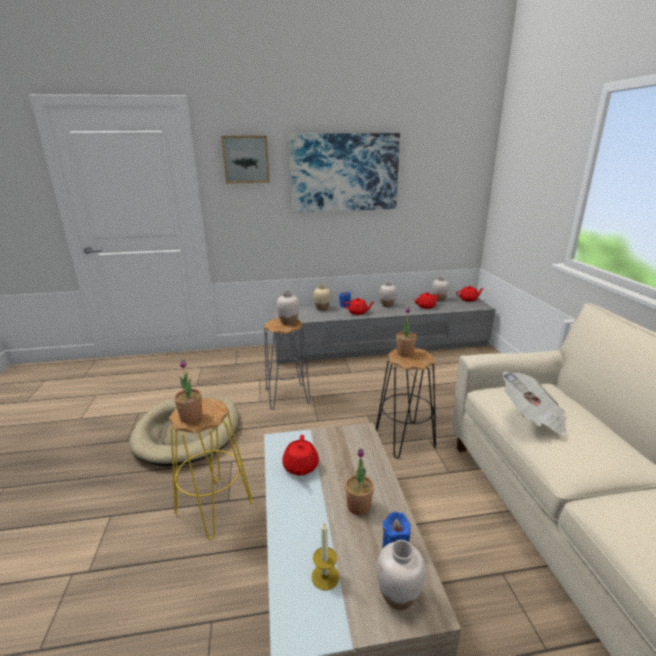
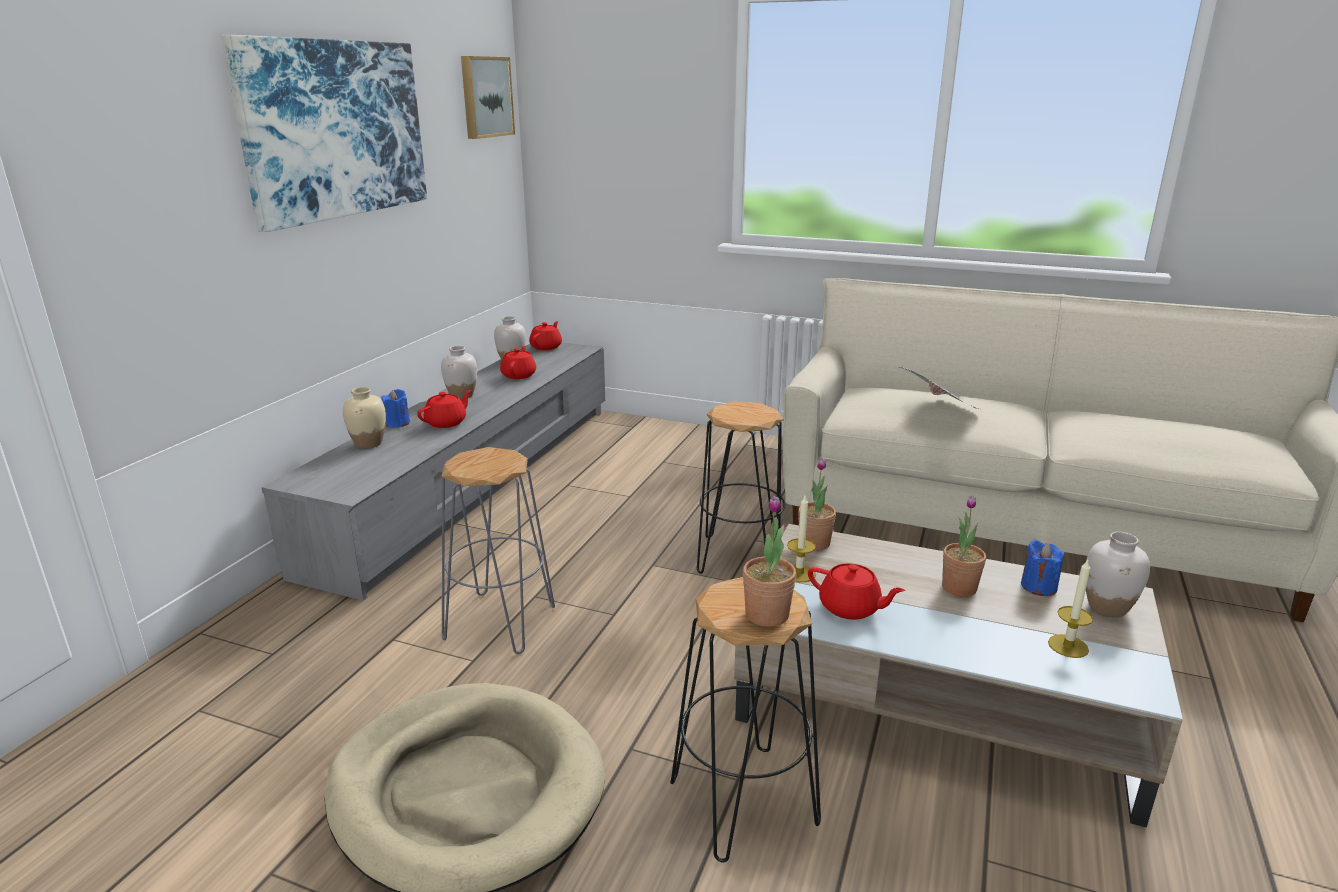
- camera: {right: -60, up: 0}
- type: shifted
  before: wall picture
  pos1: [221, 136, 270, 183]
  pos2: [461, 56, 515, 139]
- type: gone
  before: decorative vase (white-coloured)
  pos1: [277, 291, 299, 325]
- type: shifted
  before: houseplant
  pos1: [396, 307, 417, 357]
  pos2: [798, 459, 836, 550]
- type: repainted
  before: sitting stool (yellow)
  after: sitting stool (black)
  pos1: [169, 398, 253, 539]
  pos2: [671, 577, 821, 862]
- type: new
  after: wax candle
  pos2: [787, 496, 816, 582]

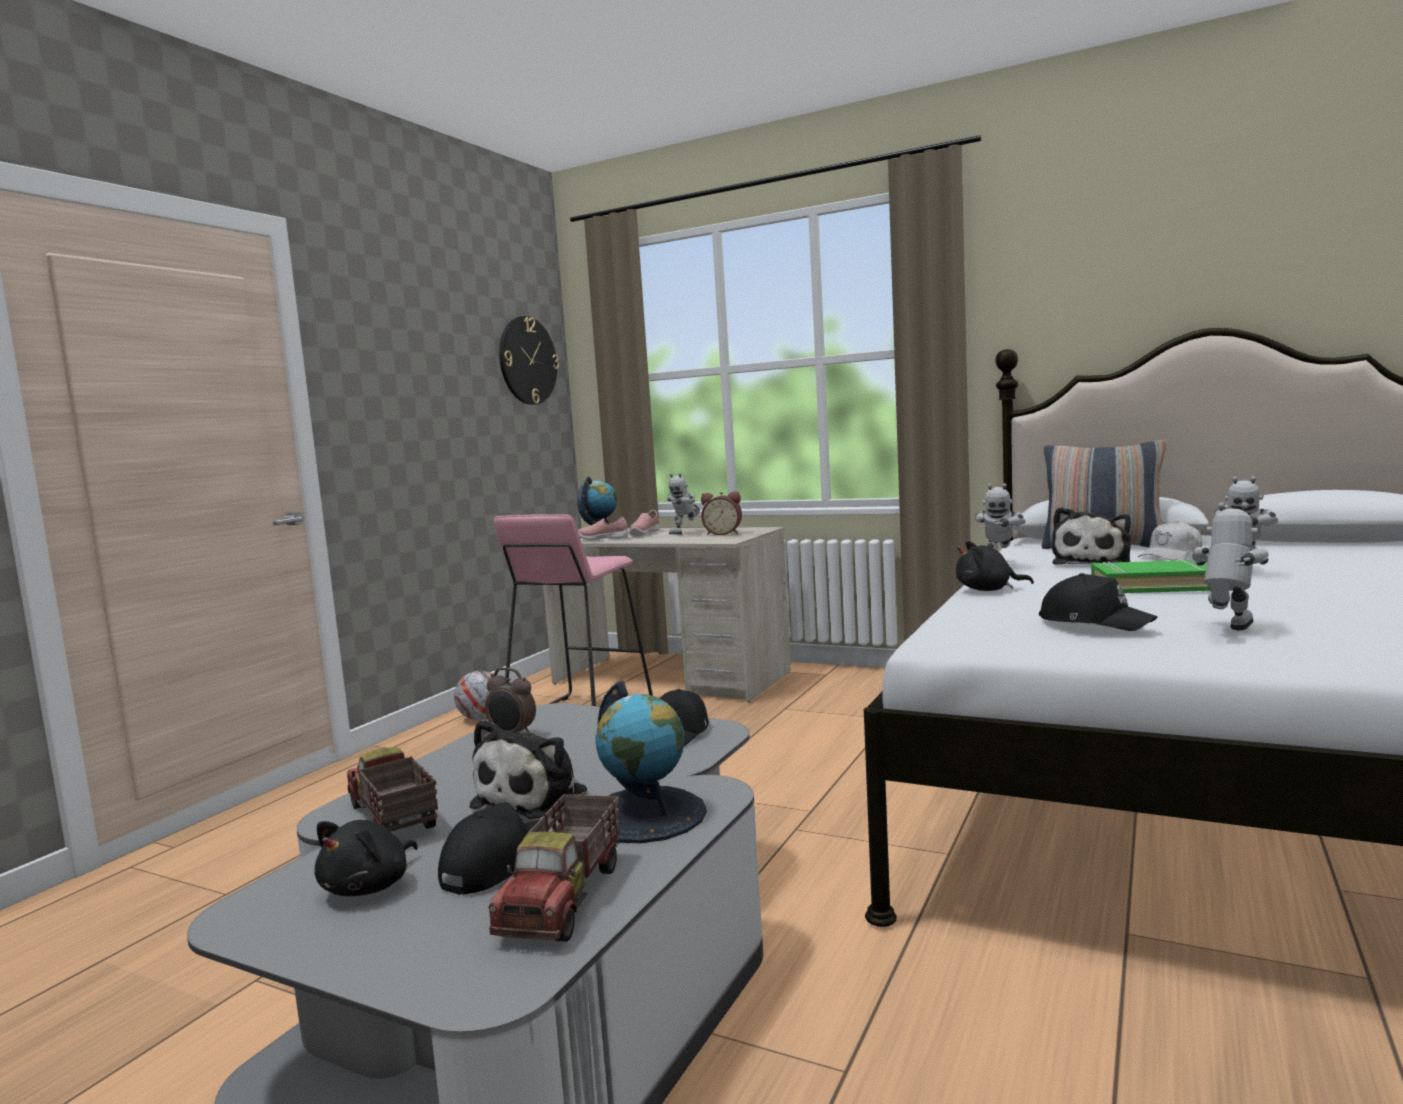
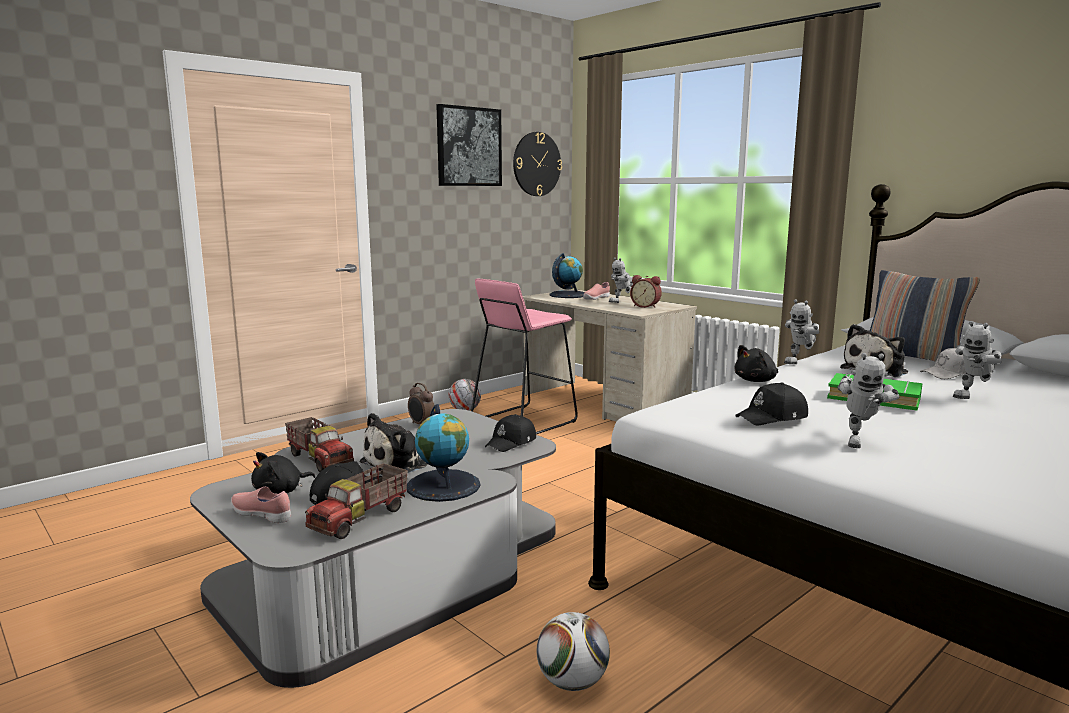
- camera: {right: 20, up: 5}
- type: rotated
  before: model robot
  pos1: [1189, 502, 1269, 630]
  pos2: [837, 353, 899, 448]
  turn: 135
- type: shifted
  before: item of footwear (pink)
  pos1: [578, 517, 628, 540]
  pos2: [231, 487, 291, 523]
- type: rotated
  before: plush toy (black)
  pos1: [956, 541, 1034, 591]
  pos2: [734, 345, 778, 382]
  turn: -60
- type: rotated
  before: baseball cap (black)
  pos1: [1039, 573, 1158, 631]
  pos2: [735, 382, 808, 426]
  turn: 90
- type: rotated
  before: toy truck
  pos1: [347, 747, 438, 832]
  pos2: [285, 417, 354, 472]
  turn: 150
- type: new
  after: wall picture
  pos2: [436, 104, 502, 186]
- type: new
  after: football
  pos2: [537, 612, 610, 691]

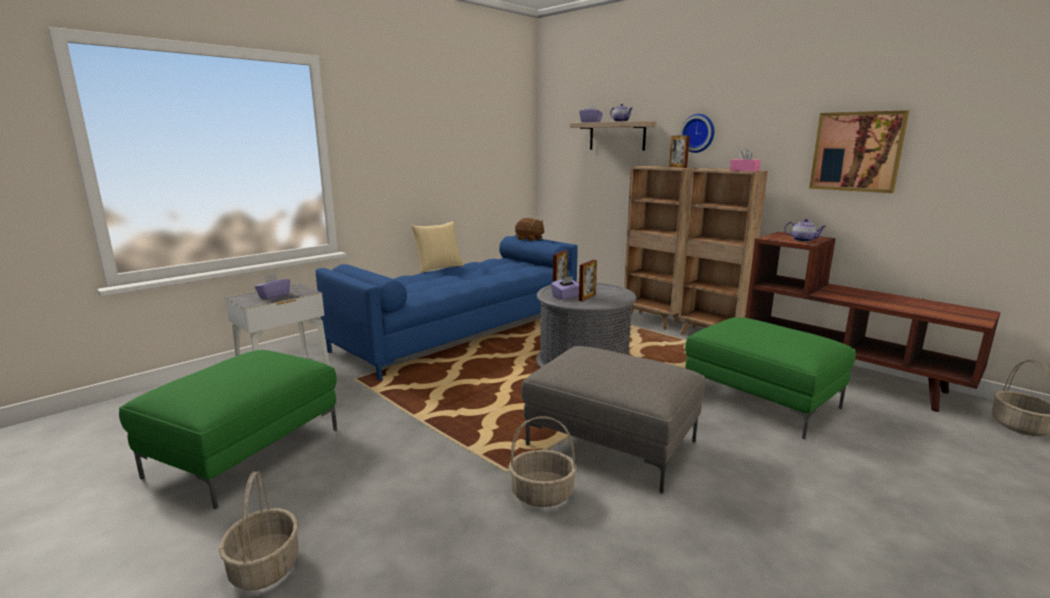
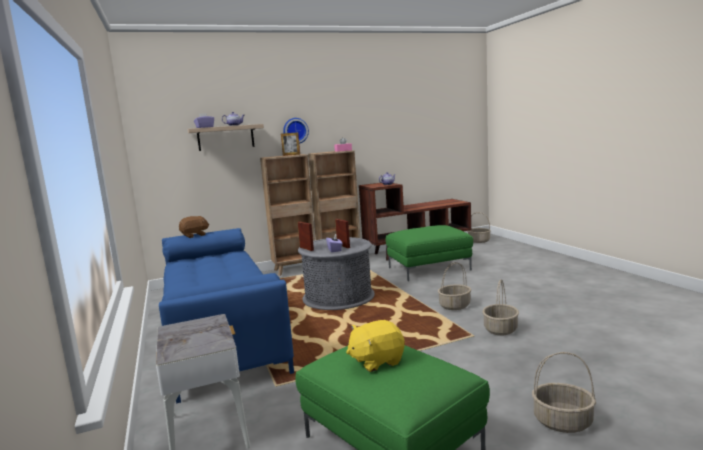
- camera: {right: -65, up: -5}
- type: gone
  before: wall picture
  pos1: [809, 110, 909, 193]
- type: gone
  before: pillow
  pos1: [412, 221, 464, 273]
- type: gone
  before: tissue holder (purple)
  pos1: [255, 273, 290, 299]
- type: swapped
  before: footrest (gray)
  after: basket
  pos1: [521, 346, 706, 493]
  pos2: [438, 262, 471, 310]
- type: new
  after: plush toy (yellow)
  pos2: [346, 320, 405, 372]

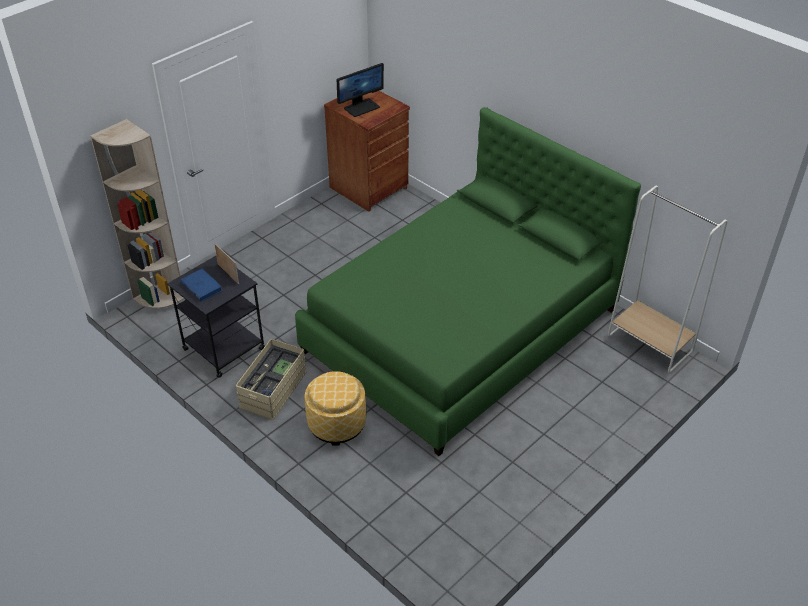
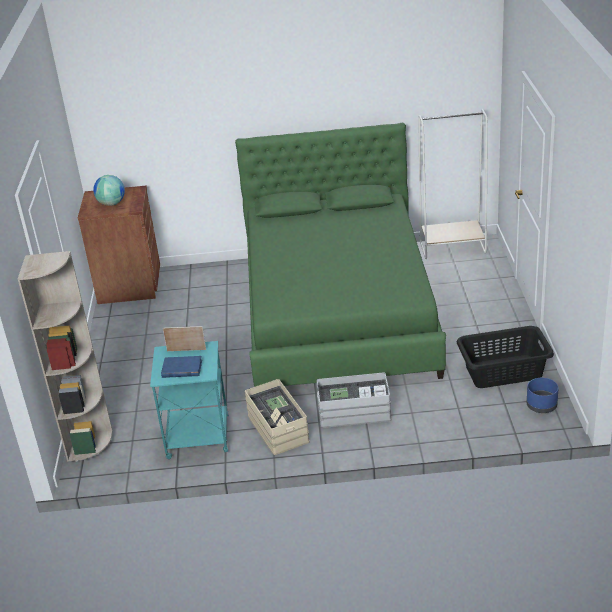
- camera: {right: -45, up: -10}
- type: swapped
  before: monitor
  after: globe
  pos1: [337, 63, 384, 117]
  pos2: [93, 175, 125, 206]
- type: repainted
  before: trolley (black)
  after: trolley (turquoise)
  pos1: [167, 256, 265, 378]
  pos2: [150, 341, 229, 459]
- type: swapped
  before: footrest
  after: storage container (gray)
  pos1: [305, 371, 366, 446]
  pos2: [317, 372, 392, 428]
- type: new
  after: laundry basket (black)
  pos2: [457, 326, 554, 388]
- type: new
  after: planter (blue)
  pos2: [527, 378, 559, 413]

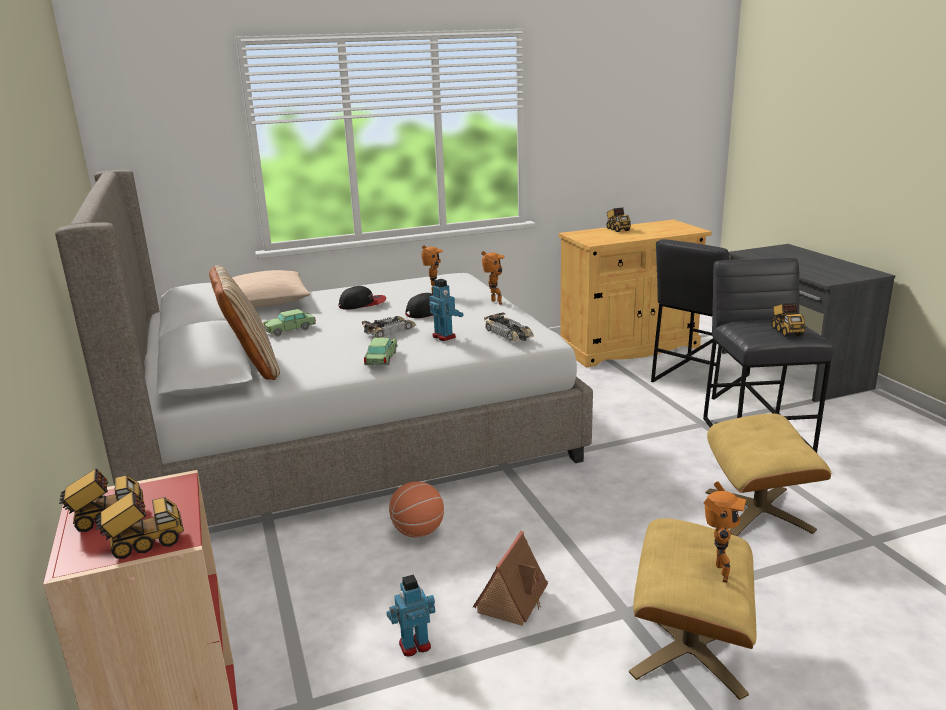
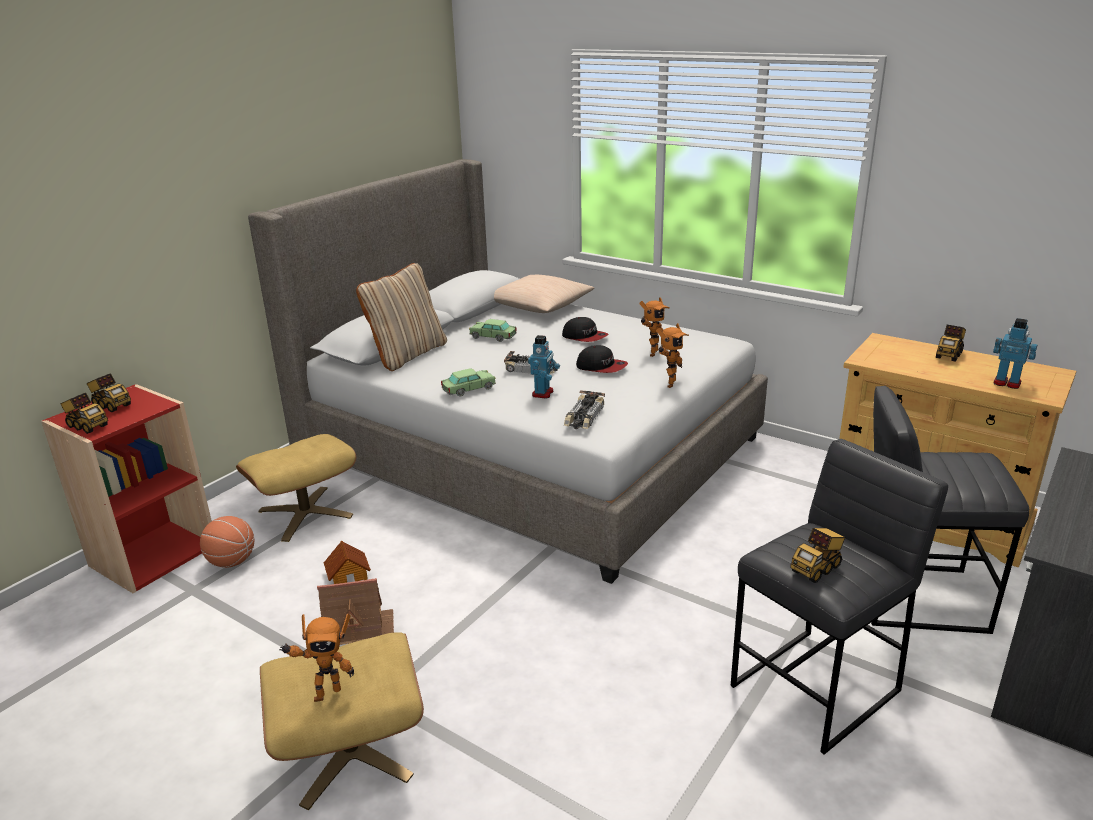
- camera: {right: 55, up: 5}
- type: shifted
  before: footrest (sand-coloured)
  pos1: [706, 413, 831, 537]
  pos2: [236, 434, 356, 542]
- type: shifted
  before: basketball ball
  pos1: [389, 481, 444, 537]
  pos2: [200, 516, 254, 568]
- type: shifted
  before: model robot
  pos1: [386, 574, 435, 657]
  pos2: [993, 318, 1037, 389]
- type: new
  after: miniature house
  pos2: [324, 541, 371, 584]

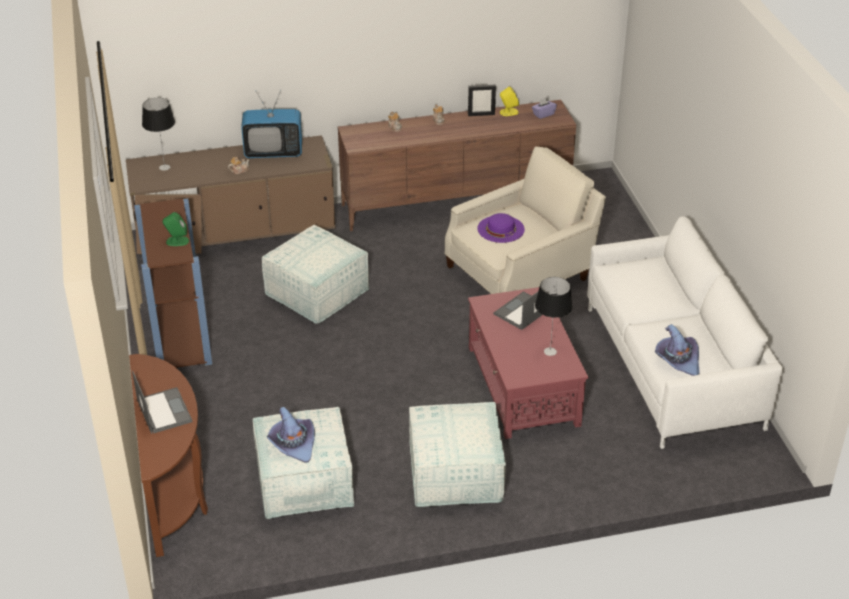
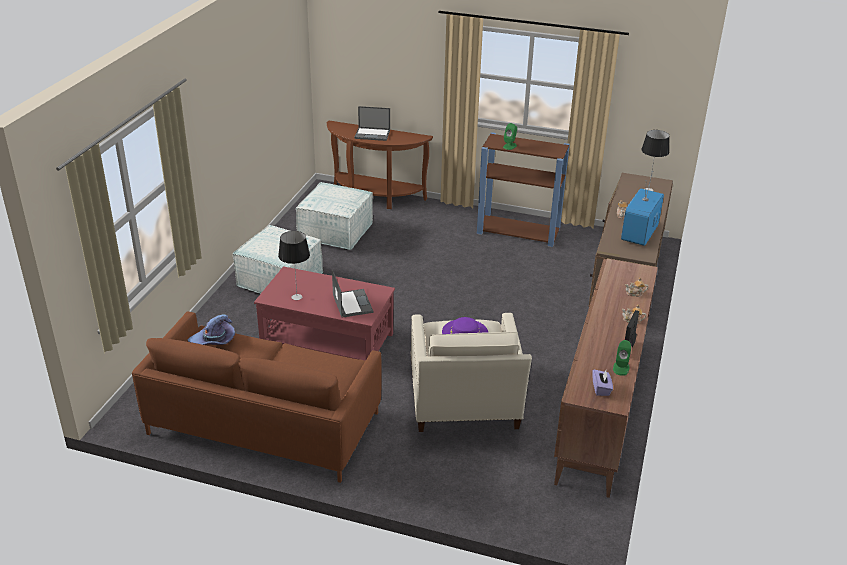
- camera: {right: 120, up: -5}
- type: repainted
  before: loudspeaker (yellow)
  after: loudspeaker (greenish)
  pos1: [500, 86, 519, 116]
  pos2: [613, 340, 631, 376]
- type: repainted
  before: settee (white-coloured)
  after: settee (brownish)
  pos1: [587, 216, 783, 449]
  pos2: [132, 312, 381, 483]
- type: gone
  before: footrest (white-coloured)
  pos1: [262, 225, 369, 324]
- type: gone
  before: hat (purple)
  pos1: [267, 406, 315, 462]

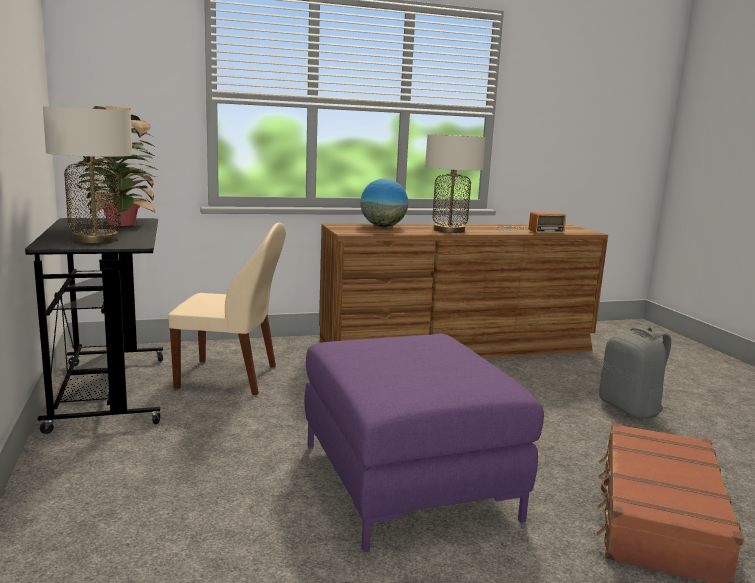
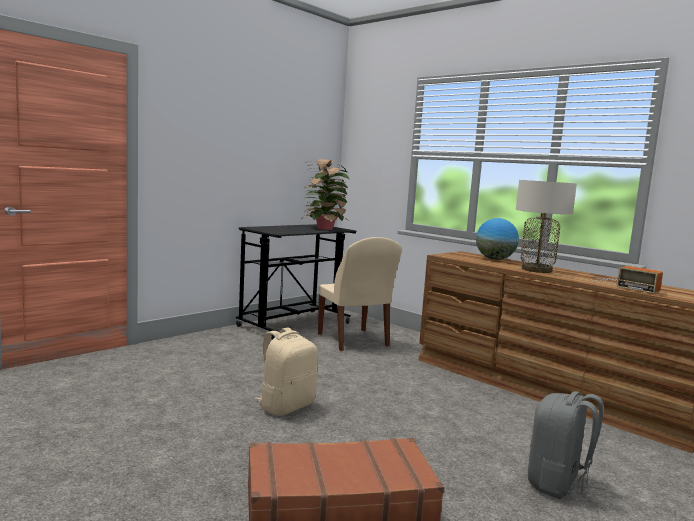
- camera: {right: 60, up: -5}
- type: gone
  before: table lamp
  pos1: [43, 107, 133, 244]
- type: swapped
  before: footrest (purple)
  after: knapsack (sand-coloured)
  pos1: [304, 333, 544, 552]
  pos2: [255, 327, 318, 416]

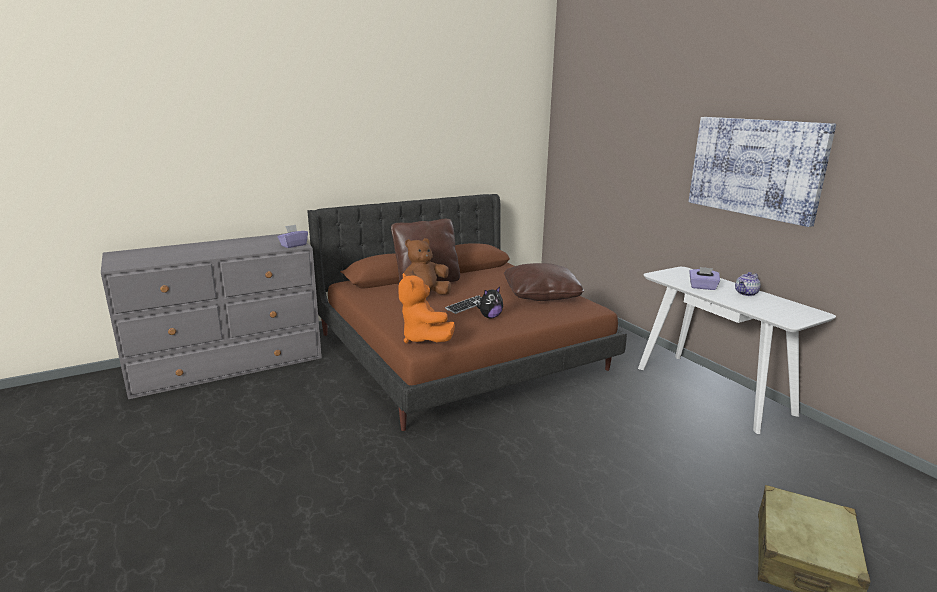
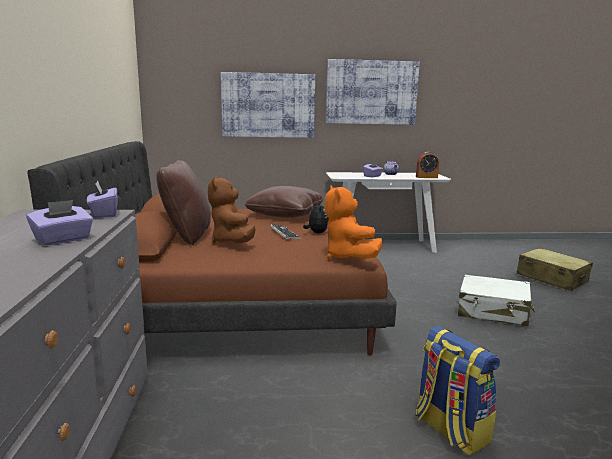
- camera: {right: -65, up: -5}
- type: rotated
  before: plush toy (orangey)
  pos1: [398, 273, 455, 343]
  pos2: [325, 185, 383, 259]
  turn: 75
- type: new
  after: wall picture
  pos2: [221, 72, 315, 138]
- type: new
  after: table clock
  pos2: [416, 152, 439, 178]
- type: new
  after: tissue holder (purple)
  pos2: [26, 200, 93, 246]
- type: new
  after: travel case (white-coloured)
  pos2: [458, 275, 535, 326]
- type: new
  after: knapsack
  pos2: [416, 326, 500, 455]

